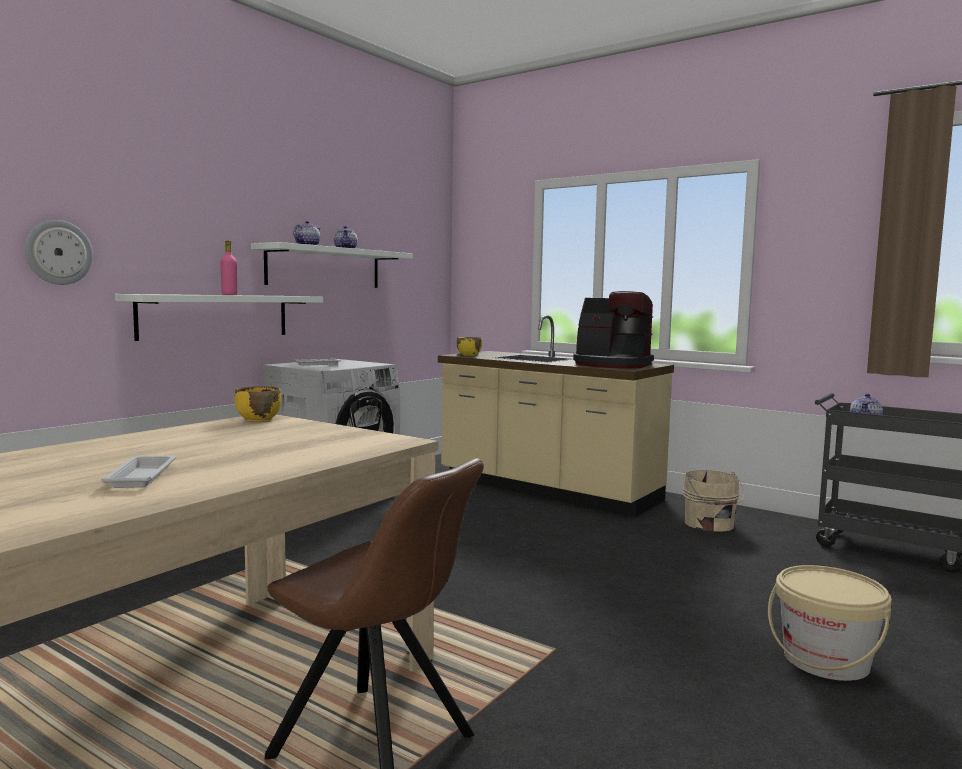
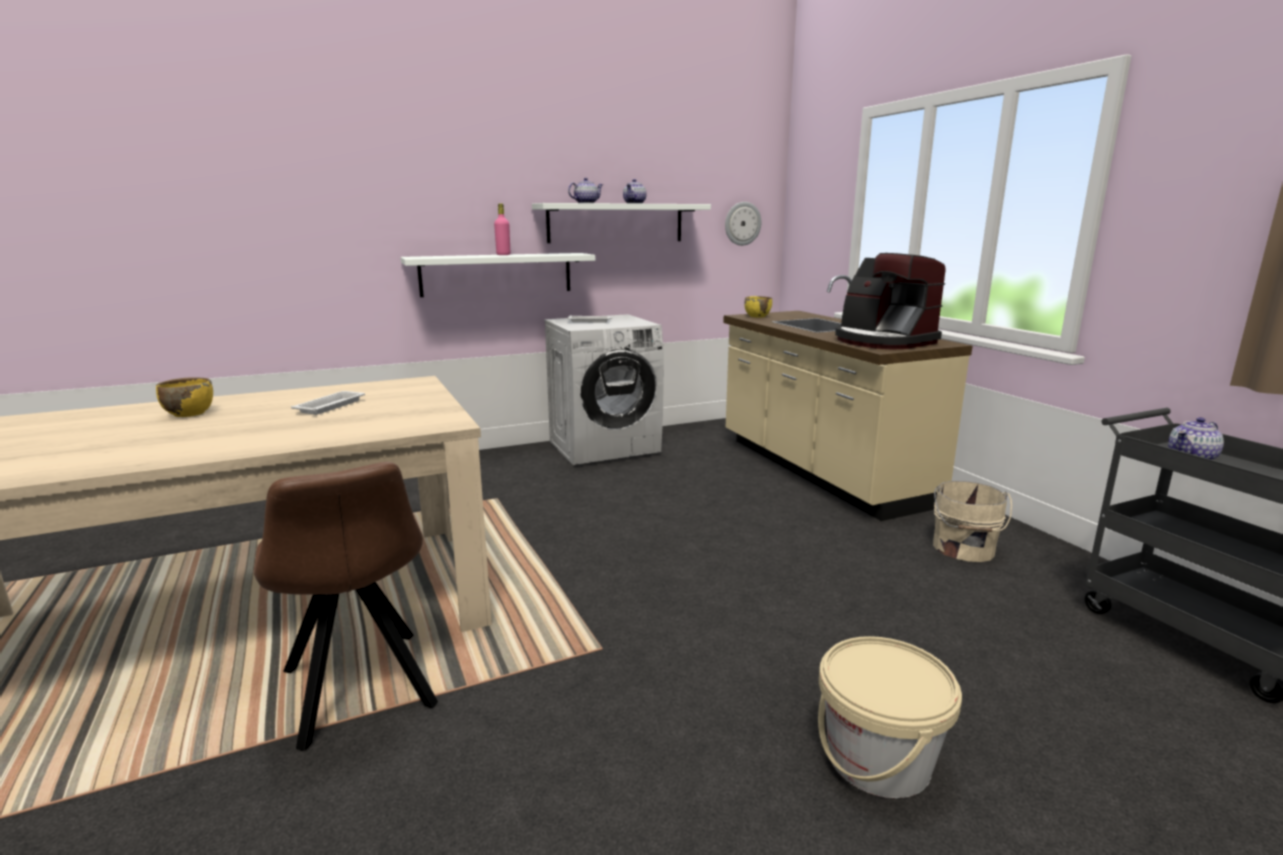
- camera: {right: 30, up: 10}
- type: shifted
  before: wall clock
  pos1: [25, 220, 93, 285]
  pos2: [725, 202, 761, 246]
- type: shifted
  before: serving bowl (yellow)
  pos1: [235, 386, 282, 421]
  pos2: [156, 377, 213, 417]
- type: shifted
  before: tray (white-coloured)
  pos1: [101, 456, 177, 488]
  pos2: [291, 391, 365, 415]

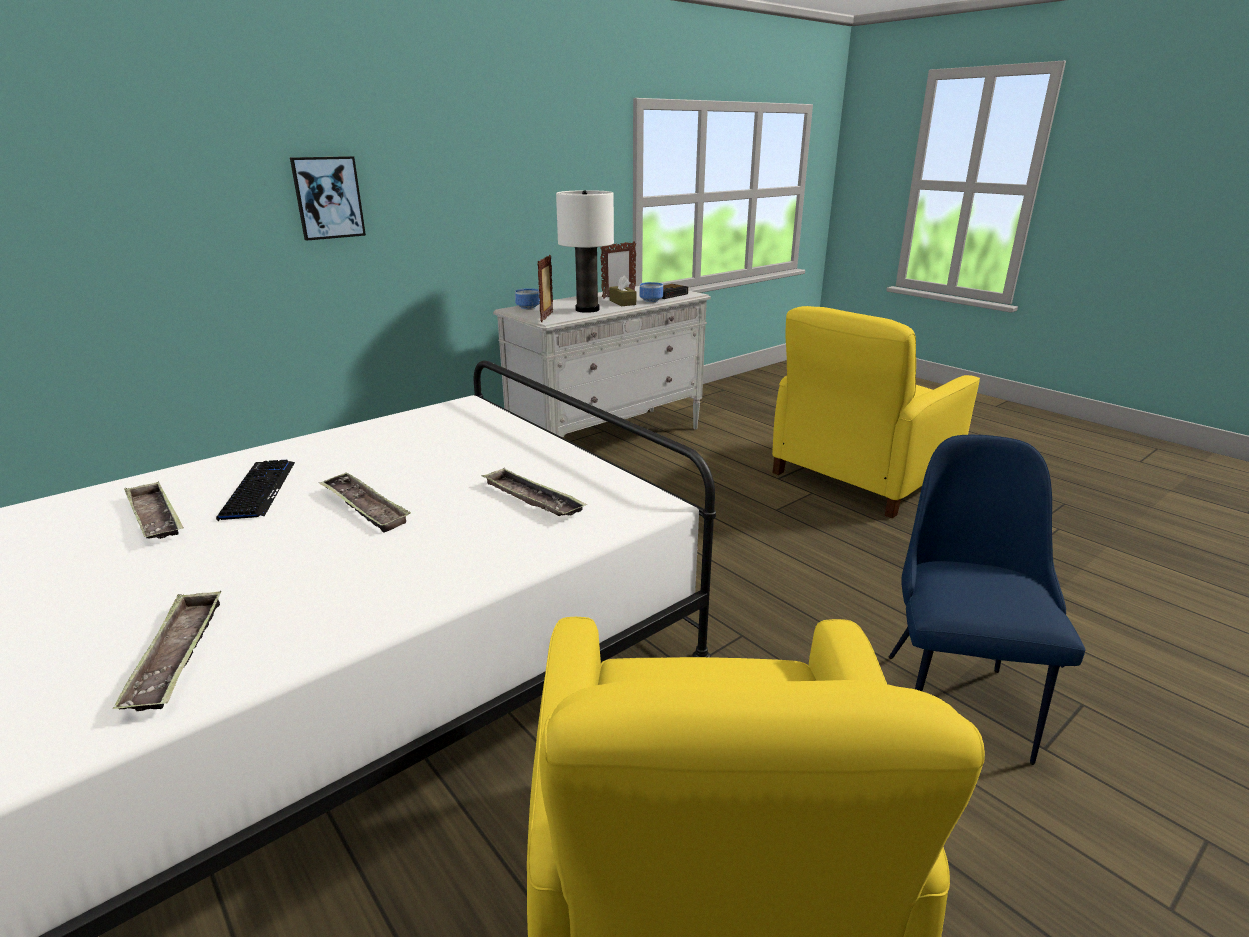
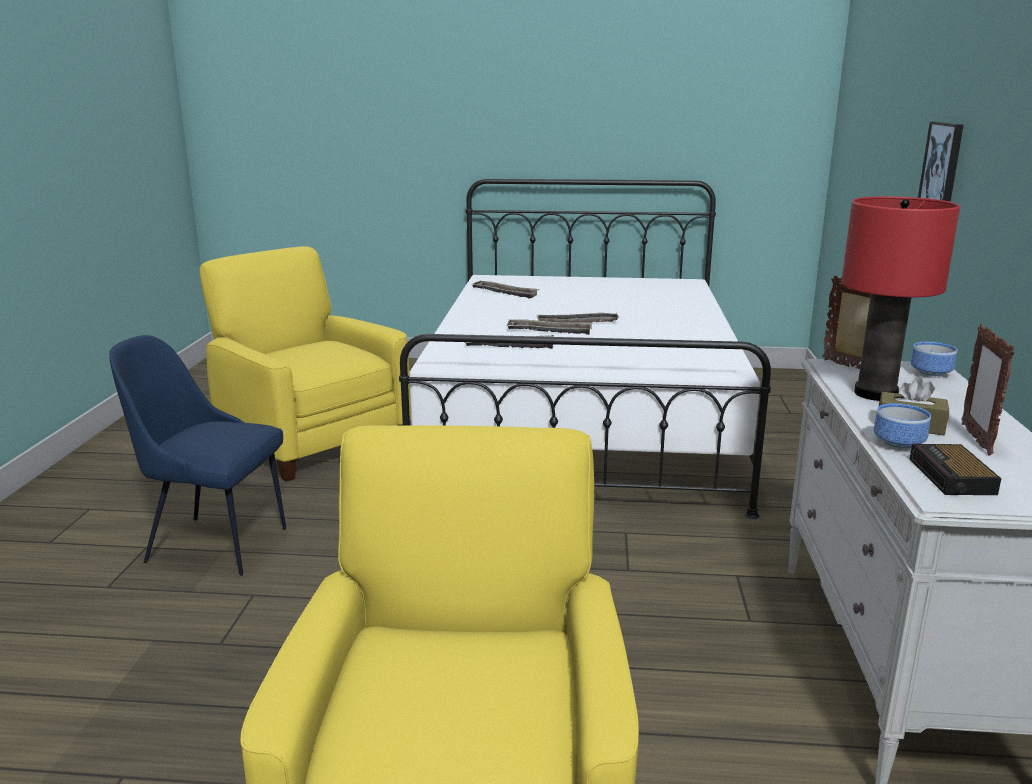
- camera: {right: 135, up: -5}
- type: repainted
  before: table lamp (white-coloured)
  after: table lamp (reddish)
  pos1: [556, 190, 614, 313]
  pos2: [841, 196, 960, 401]
- type: rotated
  before: plain chair (blue)
  pos1: [889, 435, 1085, 765]
  pos2: [109, 335, 286, 576]
  turn: 135
- type: gone
  before: keyboard
  pos1: [216, 460, 295, 521]
- type: shifted
  before: tray
  pos1: [124, 481, 184, 539]
  pos2: [507, 319, 592, 335]

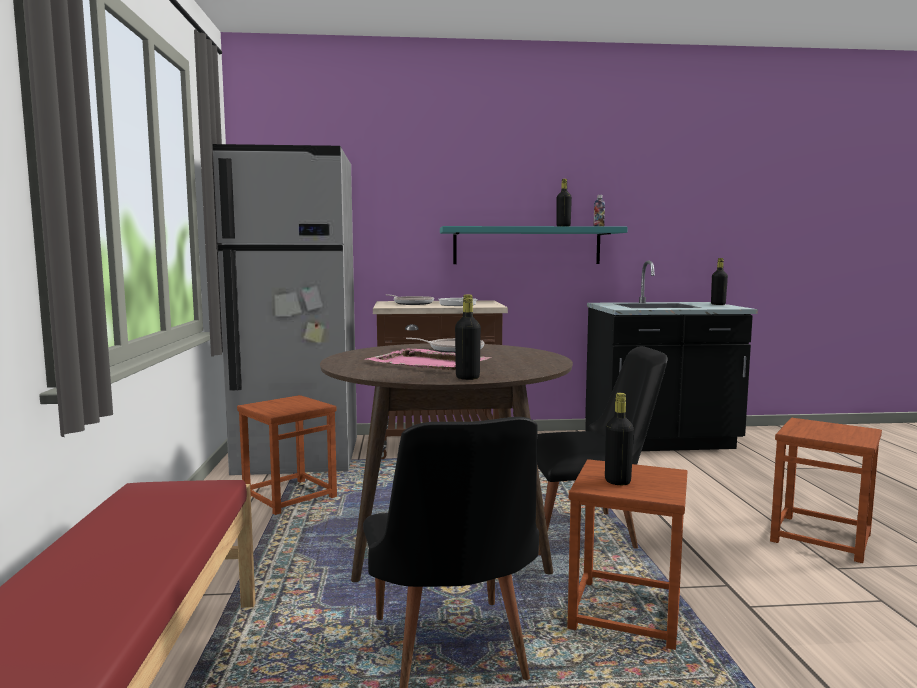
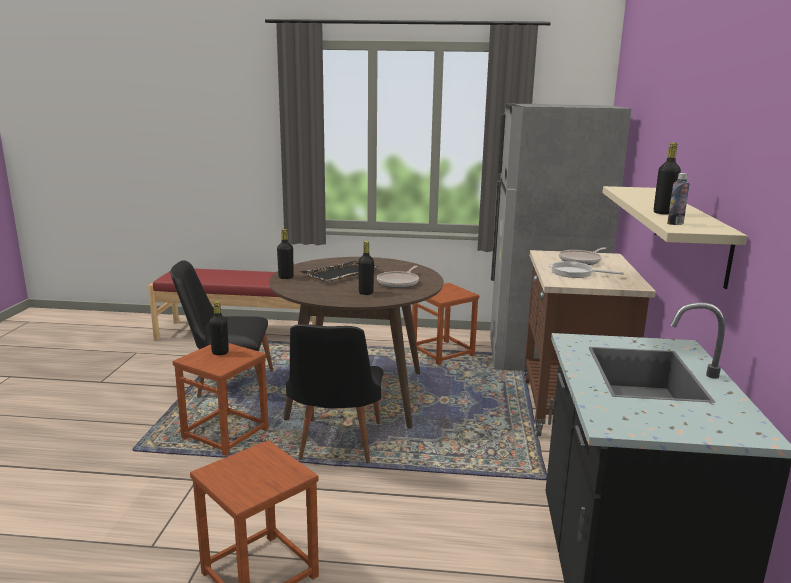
- camera: {right: 100, up: 10}
- type: repainted
  before: shelf (turquoise)
  after: shelf (sand-coloured)
  pos1: [440, 226, 628, 264]
  pos2: [602, 186, 747, 289]
- type: shifted
  before: bottle (black)
  pos1: [711, 258, 728, 305]
  pos2: [358, 241, 374, 295]
- type: repainted
  before: tray (pink)
  after: tray (black)
  pos1: [367, 348, 492, 370]
  pos2: [300, 261, 382, 281]

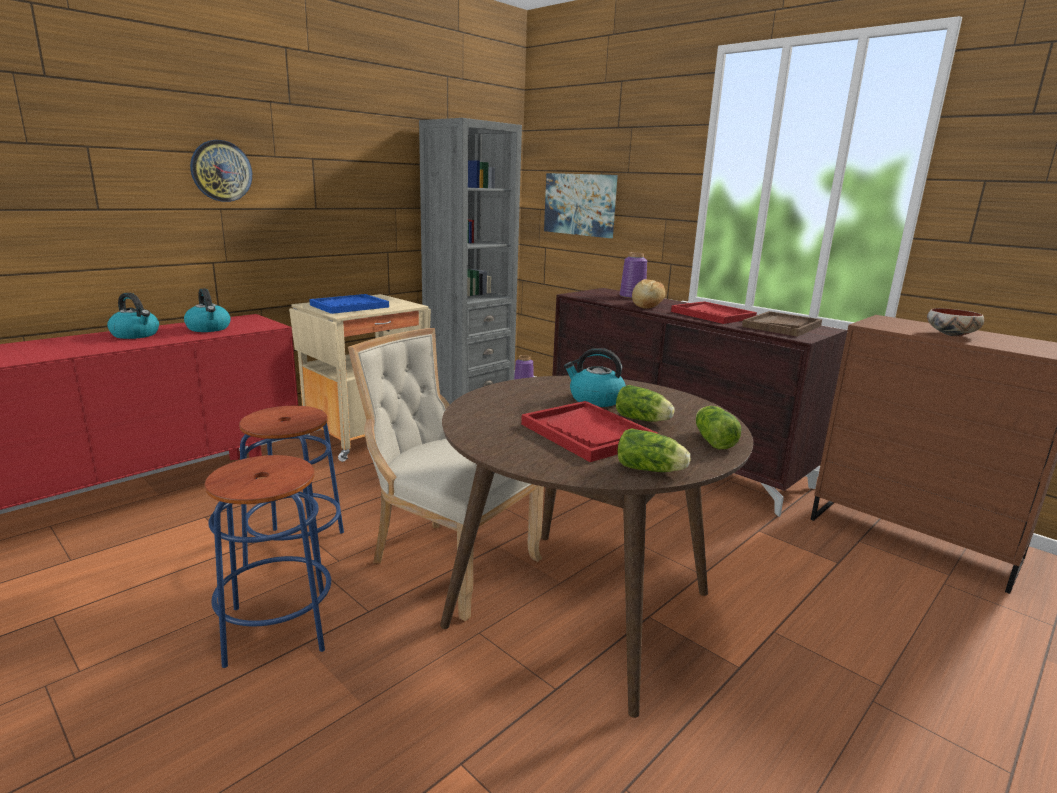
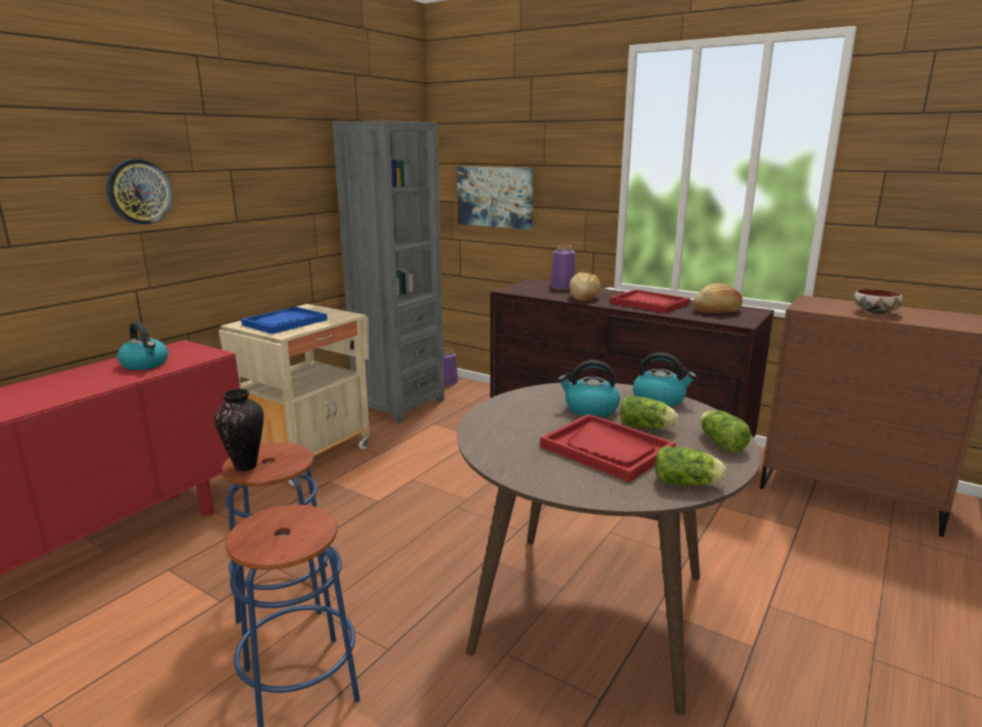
- camera: {right: -10, up: 0}
- type: shifted
  before: tea kettle
  pos1: [107, 293, 159, 339]
  pos2: [633, 352, 696, 407]
- type: swapped
  before: tray (brownish)
  after: bread
  pos1: [742, 311, 822, 337]
  pos2: [692, 283, 742, 313]
- type: gone
  before: plain chair (sand-coloured)
  pos1: [348, 328, 544, 621]
- type: new
  after: decorative vase
  pos2: [214, 389, 264, 471]

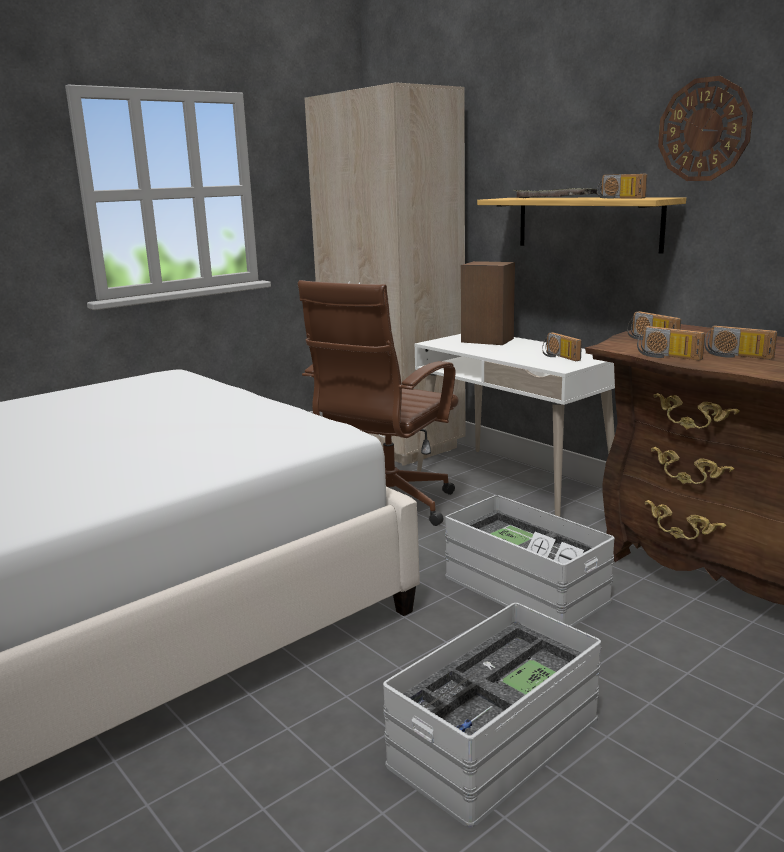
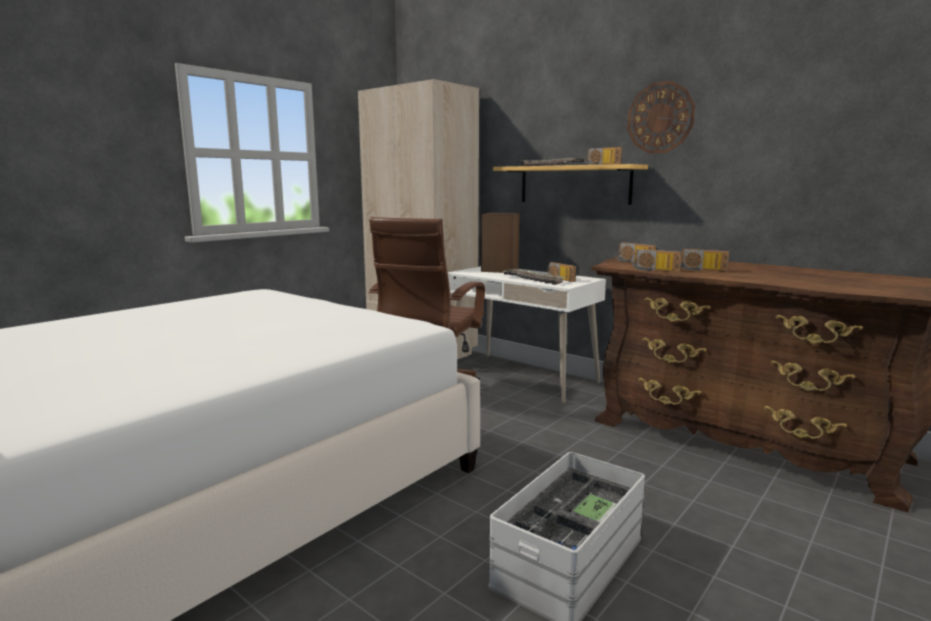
- camera: {right: -10, up: -5}
- type: gone
  before: storage container (gray)
  pos1: [445, 495, 615, 627]
- type: new
  after: tray
  pos2: [501, 269, 565, 285]

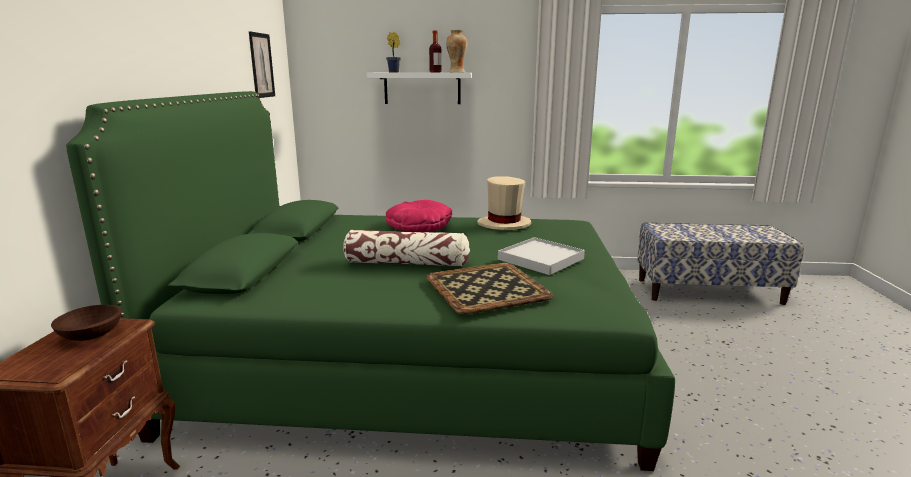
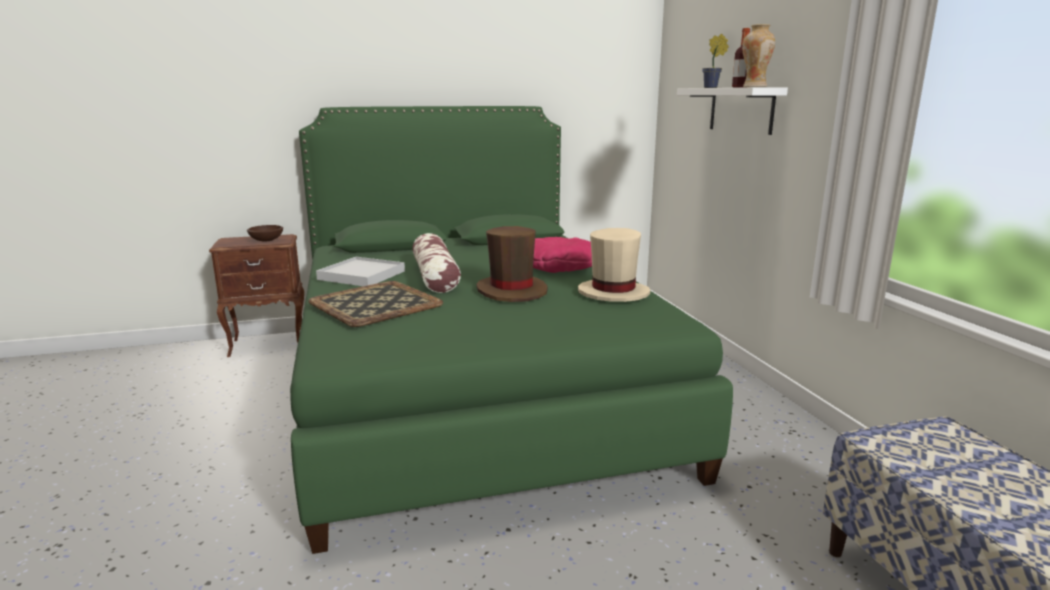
- camera: {right: 70, up: 0}
- type: gone
  before: wall picture
  pos1: [249, 31, 275, 98]
- type: shifted
  before: tray (white-coloured)
  pos1: [498, 237, 585, 275]
  pos2: [316, 257, 405, 286]
- type: new
  after: hat (brownish)
  pos2: [477, 226, 548, 302]

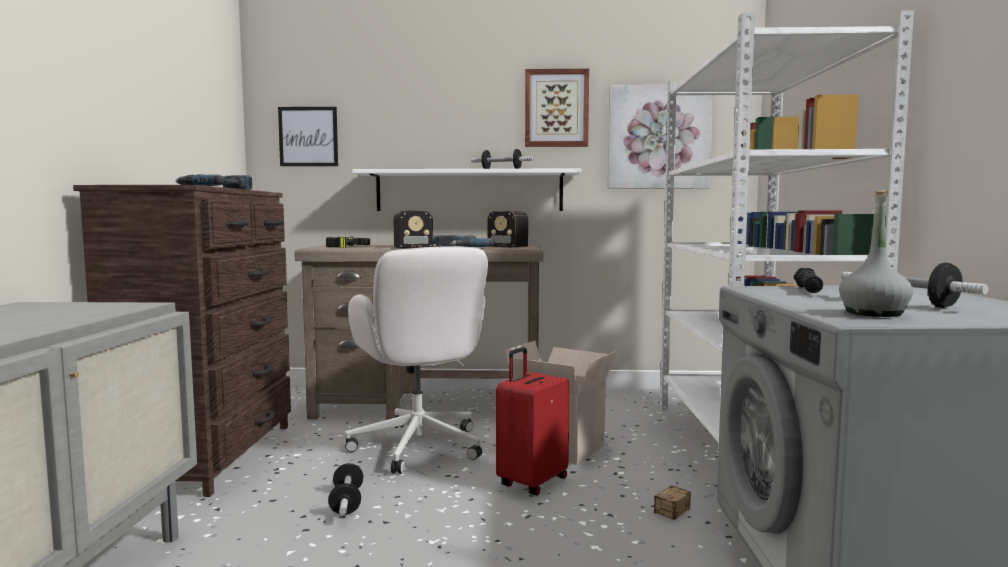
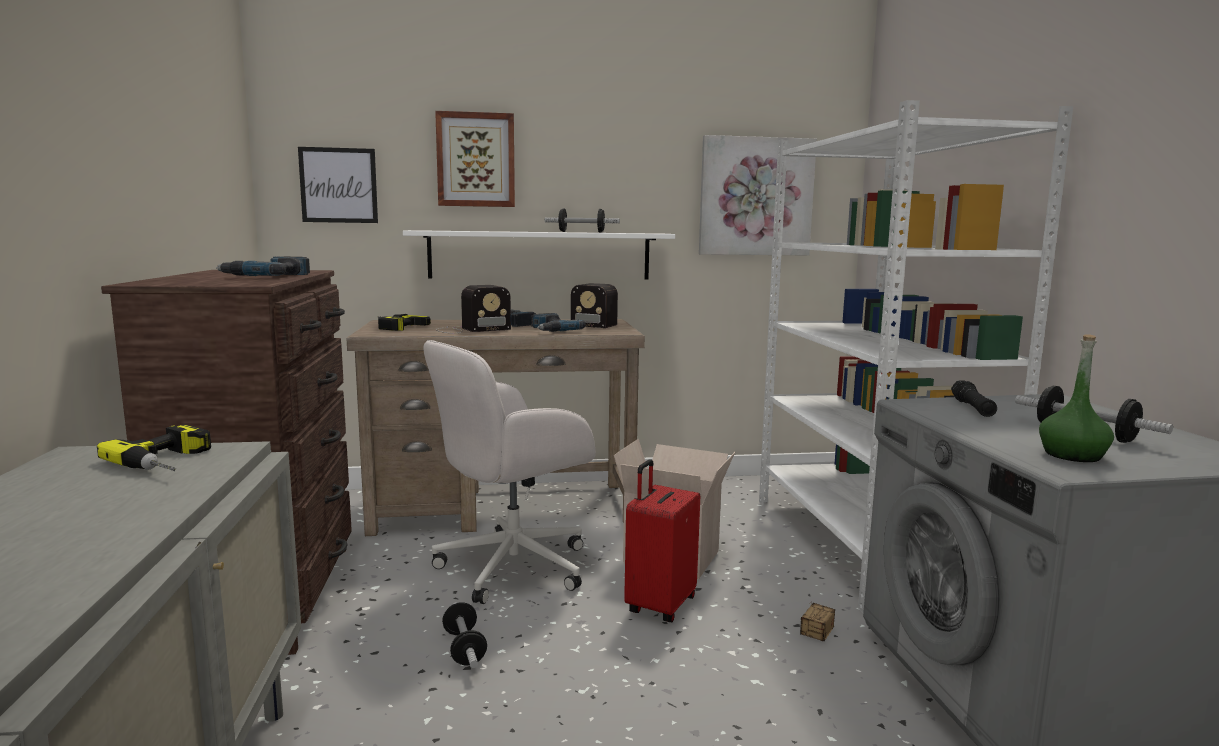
- camera: {right: -10, up: 5}
- type: shifted
  before: wall picture
  pos1: [525, 69, 589, 147]
  pos2: [435, 111, 515, 207]
- type: repainted
  before: bottle (gray)
  after: bottle (greenish)
  pos1: [839, 190, 913, 317]
  pos2: [1039, 334, 1114, 462]
- type: rotated
  before: office chair (white-coloured)
  pos1: [345, 246, 488, 474]
  pos2: [424, 340, 596, 604]
  turn: 90
- type: new
  after: power drill
  pos2: [97, 425, 211, 471]

